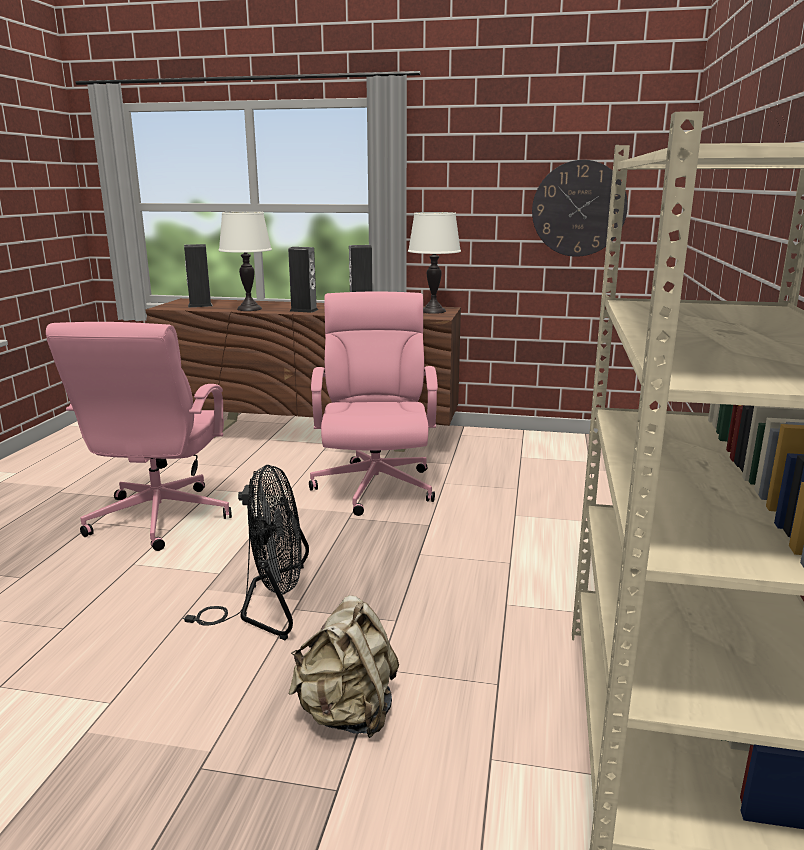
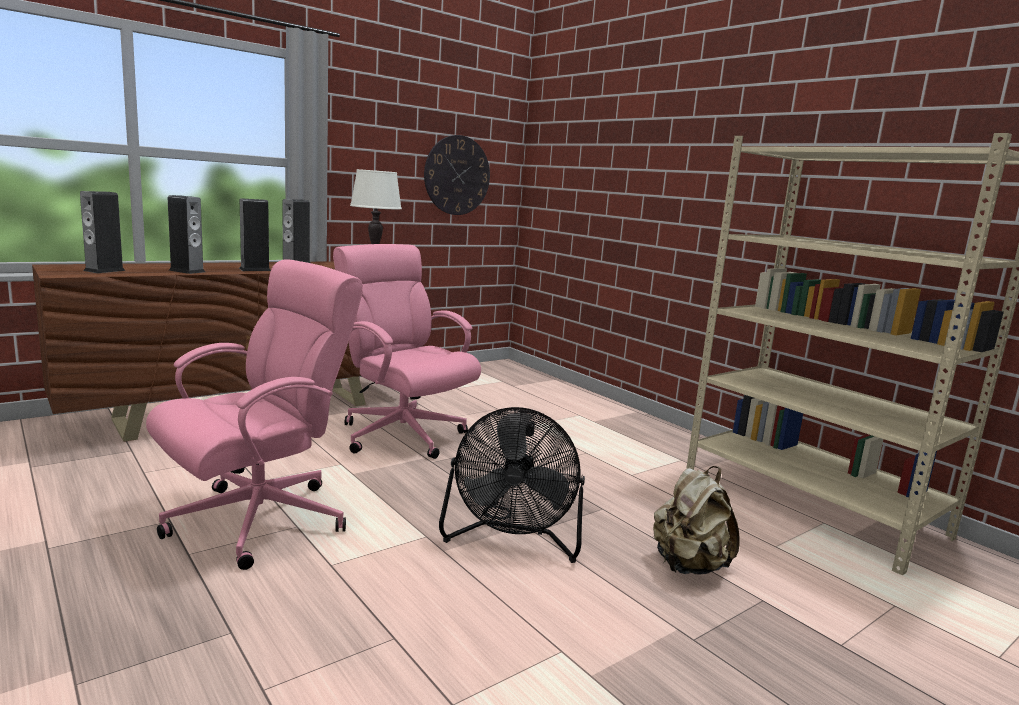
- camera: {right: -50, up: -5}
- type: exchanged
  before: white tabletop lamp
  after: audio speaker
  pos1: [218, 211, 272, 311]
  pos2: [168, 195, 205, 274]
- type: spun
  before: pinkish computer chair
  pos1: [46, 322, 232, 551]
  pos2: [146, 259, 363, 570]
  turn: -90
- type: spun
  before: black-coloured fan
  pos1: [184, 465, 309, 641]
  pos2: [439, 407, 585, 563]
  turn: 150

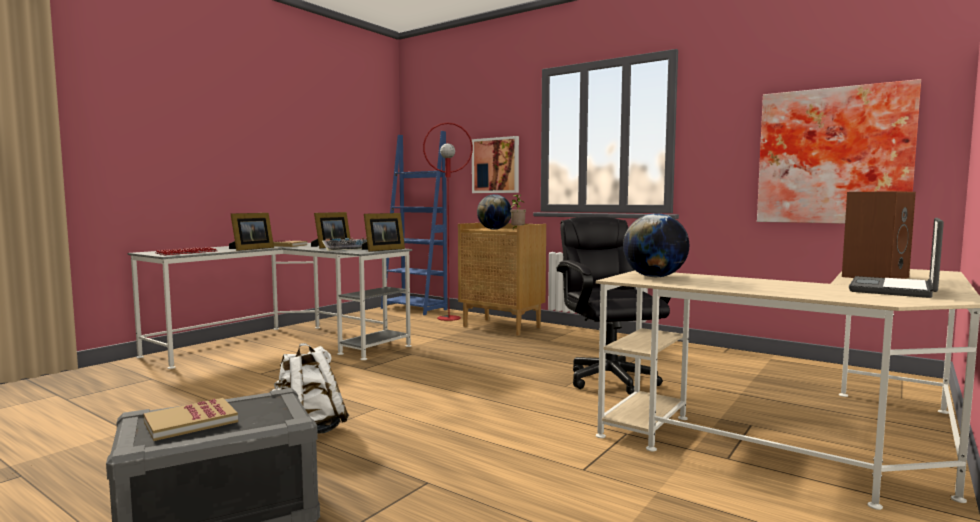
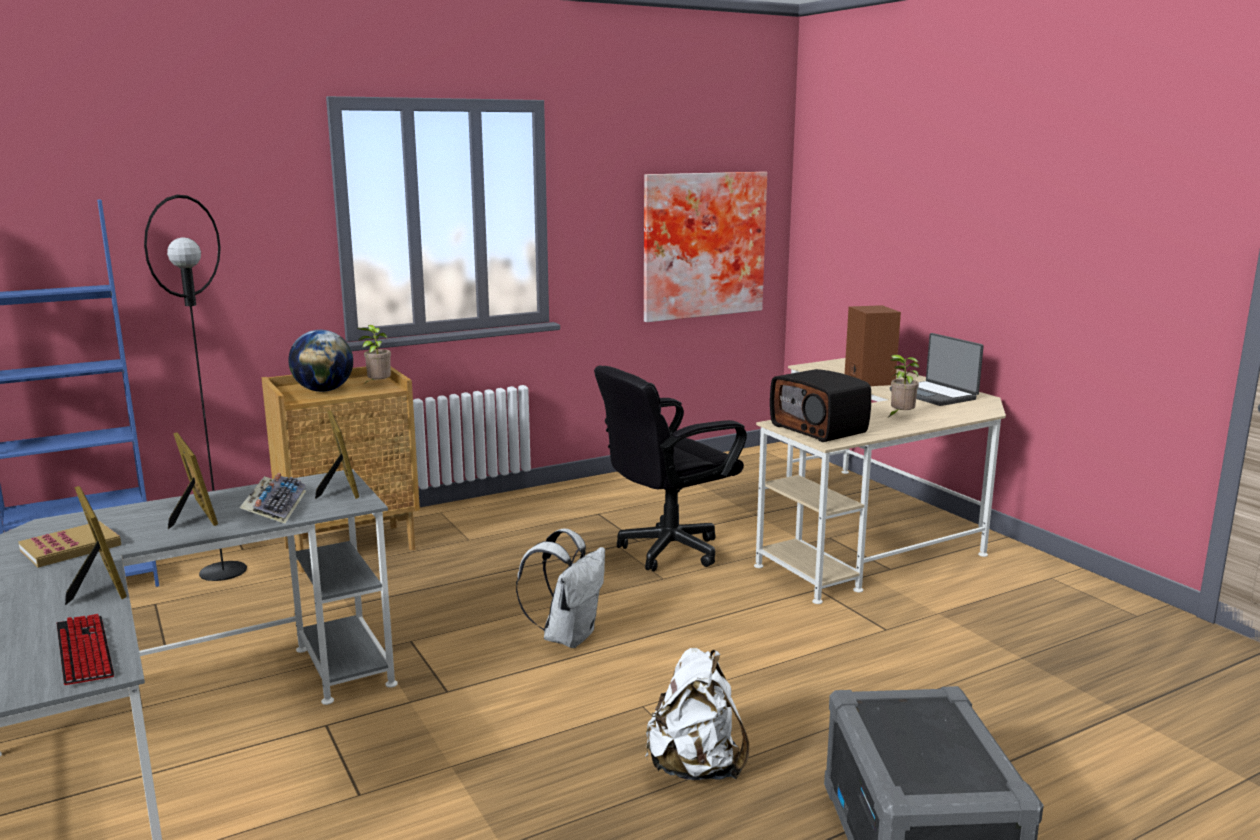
- camera: {right: -65, up: 10}
- type: colour
  before: red-coloured floor lamp
  after: black-coloured floor lamp
  pos1: [423, 122, 473, 321]
  pos2: [144, 195, 247, 581]
- type: missing
  before: wall art
  pos1: [472, 136, 519, 193]
- type: exchanged
  before: world globe
  after: radio set
  pos1: [623, 213, 689, 277]
  pos2: [770, 369, 871, 442]
- type: spun
  before: black-coloured computer chair
  pos1: [557, 216, 676, 395]
  pos2: [594, 365, 747, 571]
  turn: -45
- type: missing
  before: volume
  pos1: [143, 398, 238, 441]
- type: appeared
  after: plant in a pot
  pos2: [889, 355, 919, 417]
- type: appeared
  after: white backpack
  pos2: [516, 529, 605, 648]

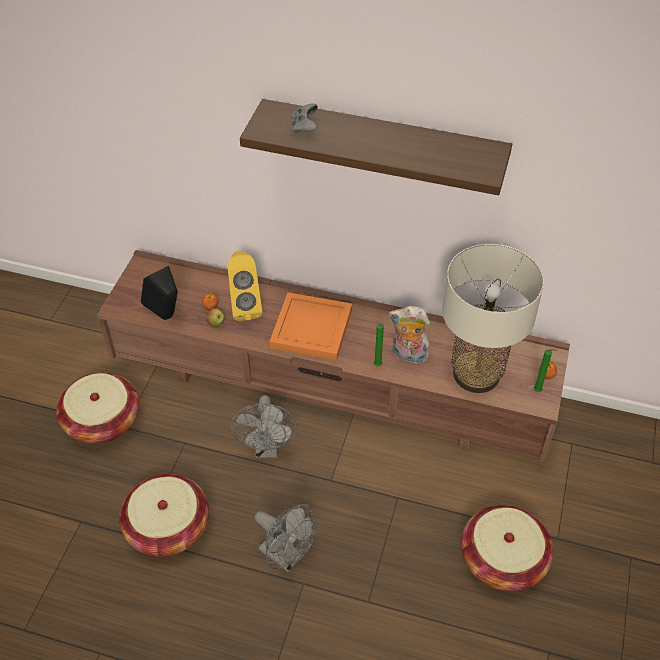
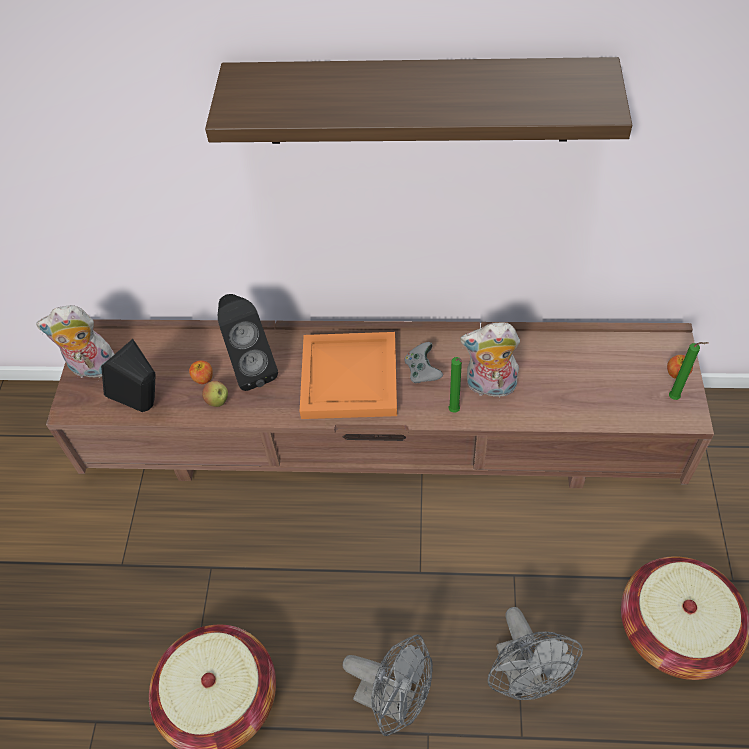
- camera: {right: -10, up: 5}
- type: relocated
  before: grey gamepad
  pos1: [291, 104, 318, 134]
  pos2: [404, 342, 443, 383]
- type: missing
  before: tabletop lamp
  pos1: [442, 244, 544, 393]
- type: colour
  before: yellow audio speaker
  after: black-coloured audio speaker
  pos1: [228, 251, 262, 321]
  pos2: [218, 294, 278, 391]
- type: missing
  before: household basket
  pos1: [56, 372, 139, 444]
- type: relocated
  before: grey fan
  pos1: [231, 395, 296, 458]
  pos2: [488, 607, 583, 700]
- type: appeared
  after: plush toy
  pos2: [36, 305, 114, 378]

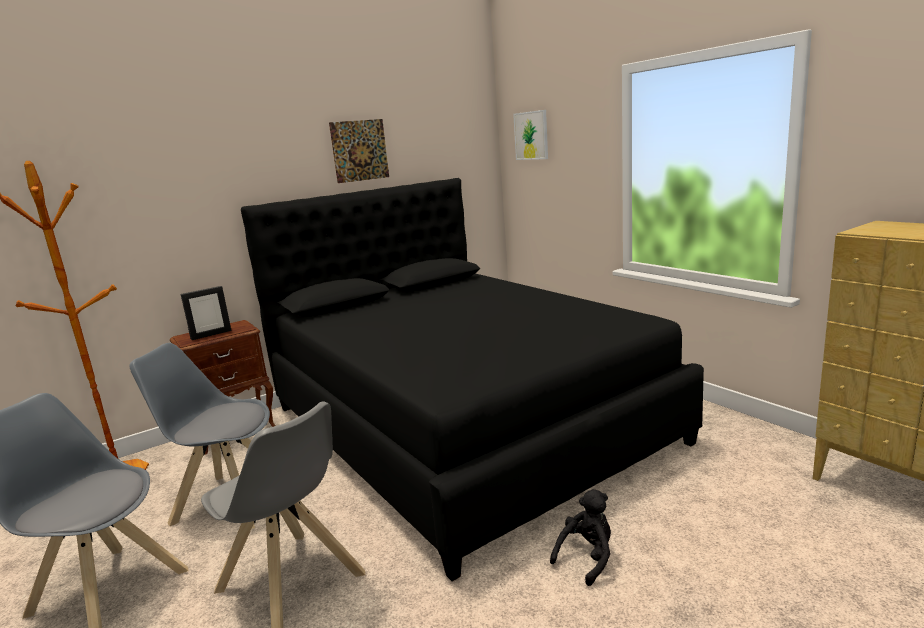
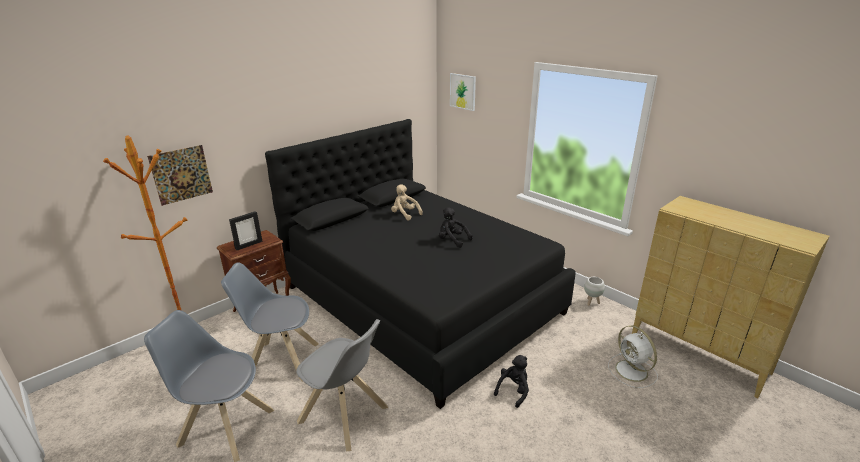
- camera: {right: -10, up: 10}
- type: relocated
  before: wall art
  pos1: [329, 119, 389, 183]
  pos2: [147, 145, 213, 206]
- type: appeared
  after: beige-coloured plush toy
  pos2: [391, 184, 423, 221]
- type: appeared
  after: black-coloured plush toy
  pos2: [439, 207, 473, 248]
- type: appeared
  after: white flower pot
  pos2: [584, 277, 605, 306]
- type: appeared
  after: white fan
  pos2: [608, 325, 658, 388]

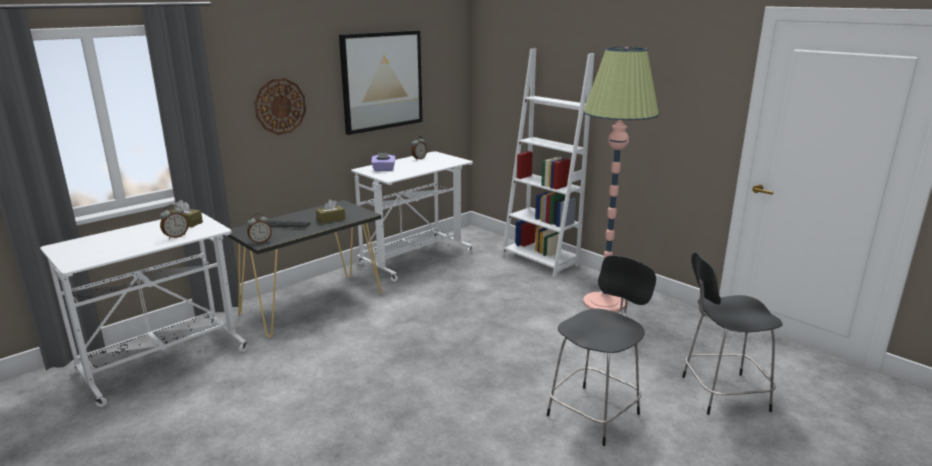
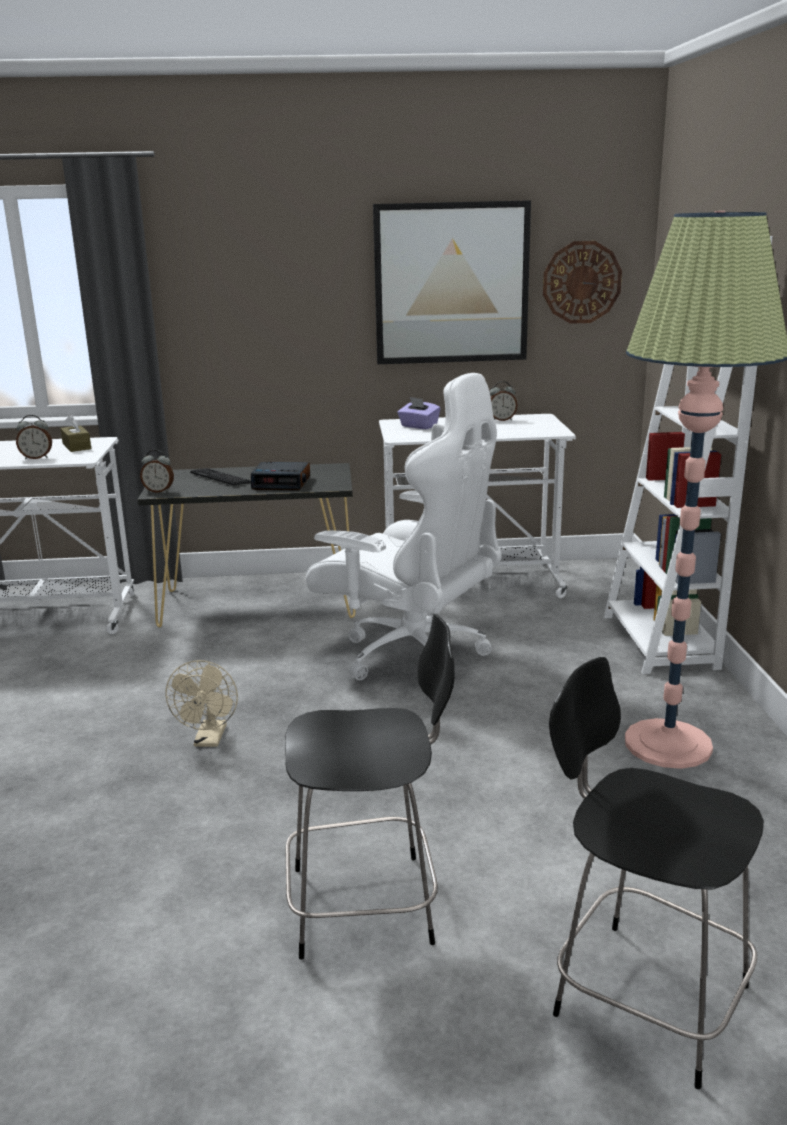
- camera: {right: 40, up: 0}
- type: relocated
  before: clock on the wall
  pos1: [254, 78, 306, 135]
  pos2: [543, 241, 622, 324]
- type: exchanged
  before: brown box of tissues
  after: table clock
  pos1: [316, 199, 345, 224]
  pos2: [251, 462, 310, 491]
- type: appeared
  after: white computer chair
  pos2: [306, 373, 502, 680]
- type: appeared
  after: beige-coloured fan
  pos2: [165, 660, 238, 747]

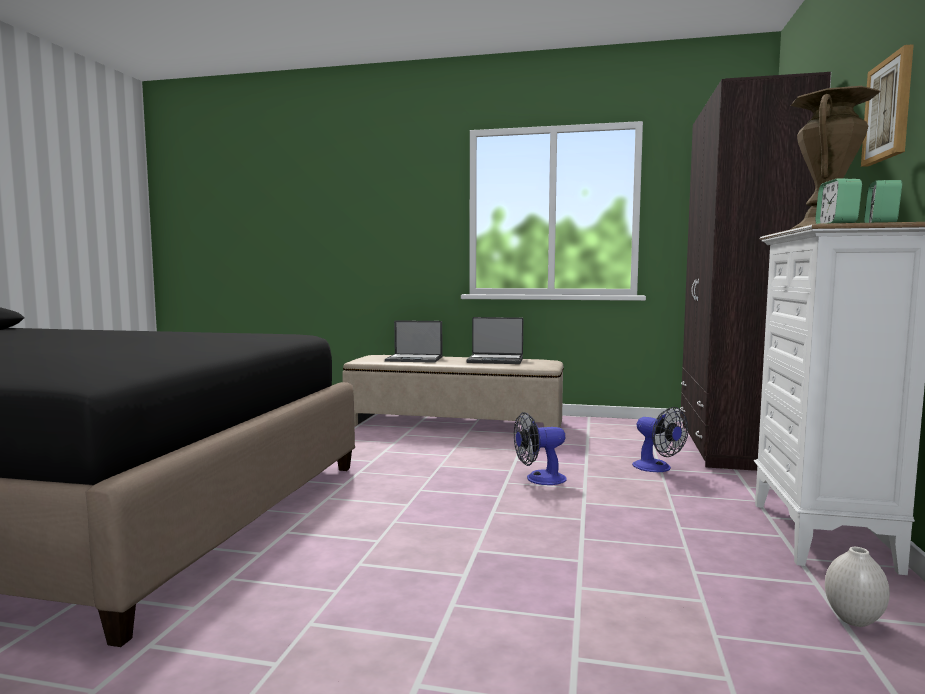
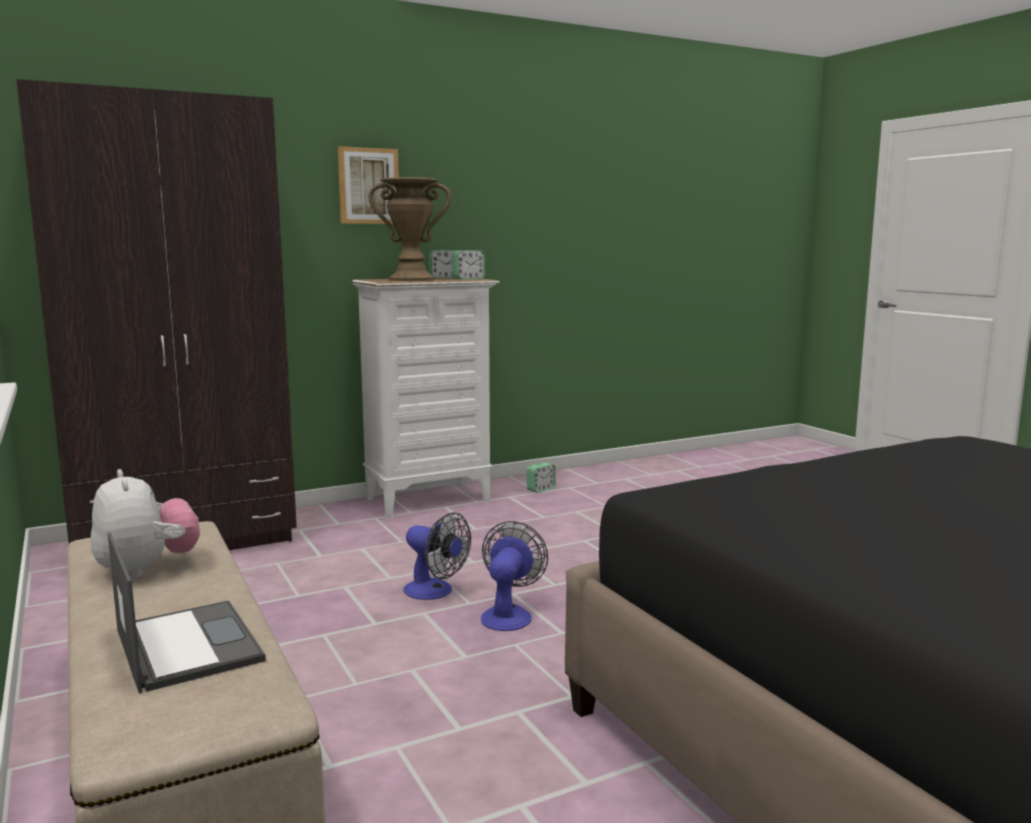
- camera: {right: -130, up: 5}
- type: exchanged
  before: notebook computer
  after: plush toy
  pos1: [466, 317, 523, 364]
  pos2: [91, 469, 200, 579]
- type: relocated
  before: fan
  pos1: [632, 407, 689, 472]
  pos2: [481, 521, 548, 631]
- type: exchanged
  before: white vase
  after: table clock
  pos1: [825, 547, 890, 627]
  pos2: [527, 462, 556, 493]

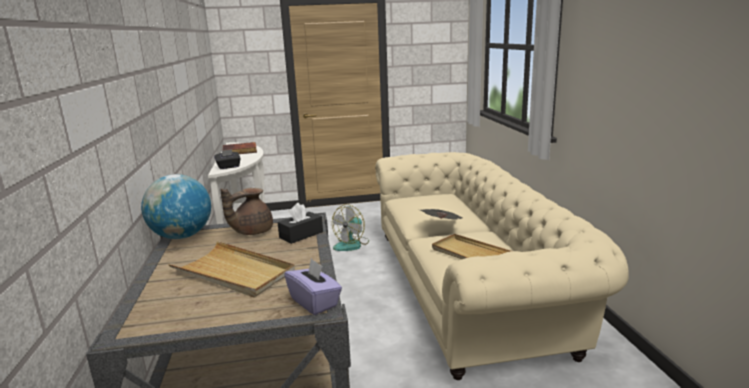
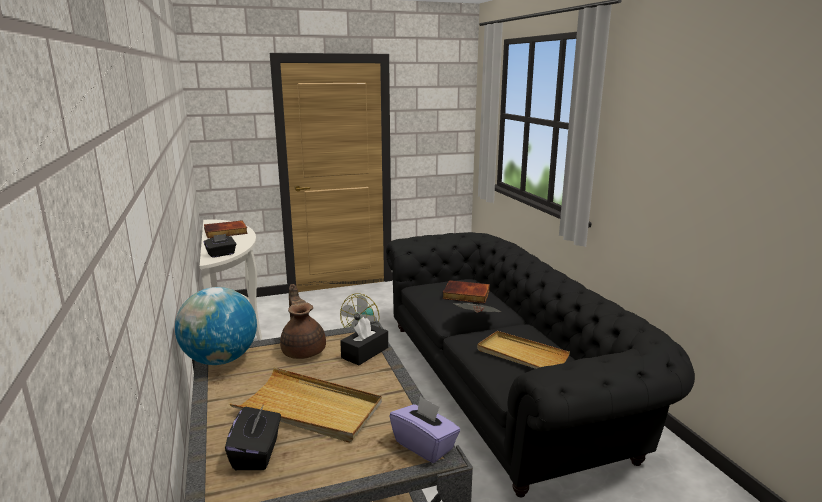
- camera: {right: -10, up: 0}
- type: colour
  before: beige-coloured sofa
  after: black-coloured sofa
  pos1: [375, 152, 629, 380]
  pos2: [386, 232, 695, 497]
- type: spun
  before: brown teapot
  pos1: [220, 188, 273, 235]
  pos2: [280, 284, 326, 359]
  turn: 120
- type: appeared
  after: volume
  pos2: [443, 280, 490, 304]
- type: appeared
  after: black-coloured box of tissues
  pos2: [225, 404, 281, 470]

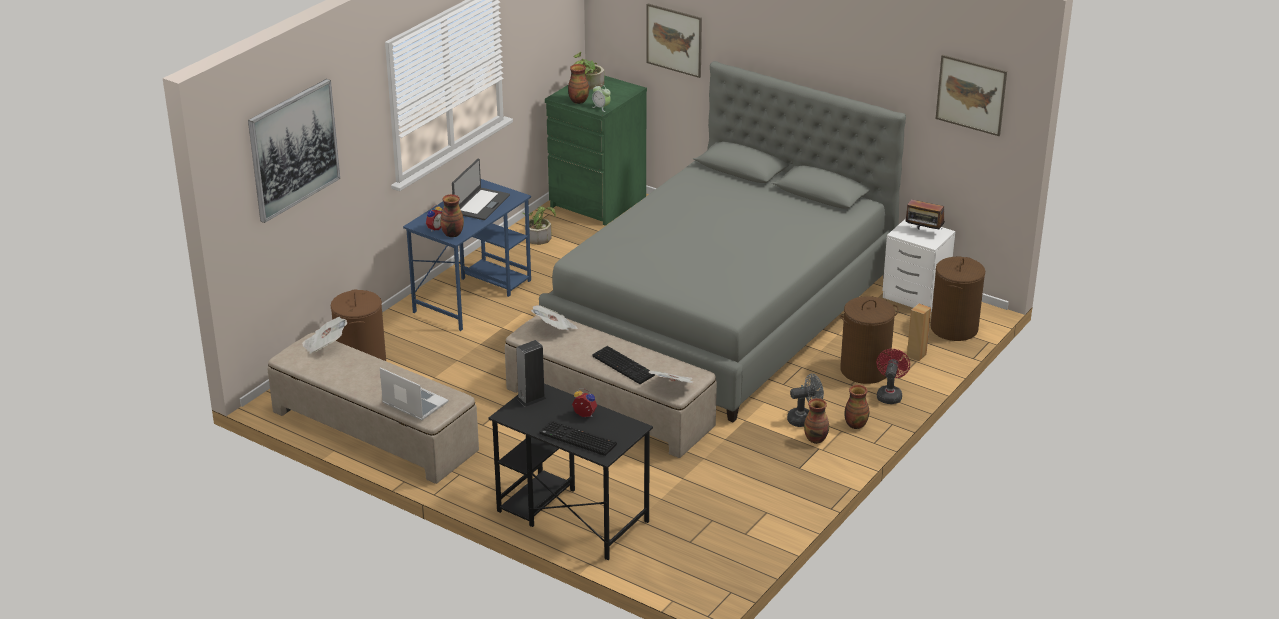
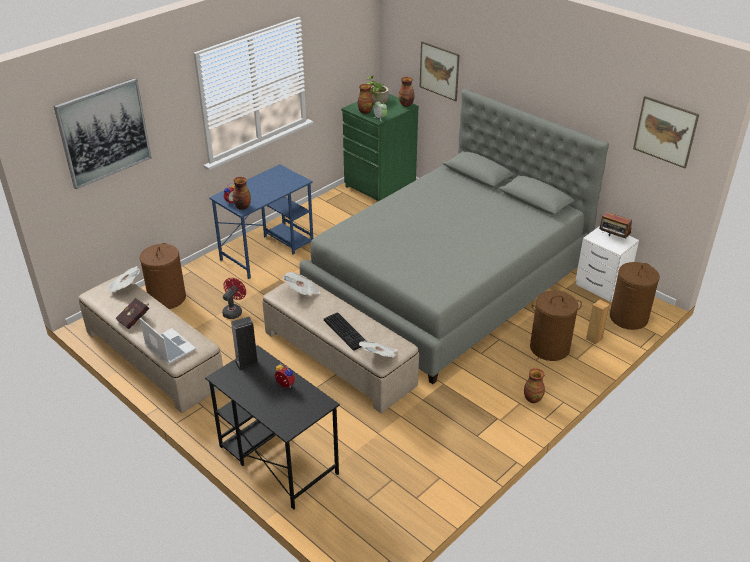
- camera: {right: 10, up: 5}
- type: missing
  before: notebook computer
  pos1: [452, 159, 510, 220]
- type: missing
  before: plant in a pot
  pos1: [523, 206, 556, 245]
- type: relocated
  before: red-coloured fan
  pos1: [876, 349, 910, 404]
  pos2: [222, 278, 246, 319]
- type: missing
  before: grey fan
  pos1: [787, 374, 824, 427]
- type: relocated
  before: vase
  pos1: [804, 398, 829, 444]
  pos2: [399, 77, 414, 107]
- type: missing
  before: keyboard
  pos1: [539, 421, 617, 456]
- type: appeared
  after: red-coloured volume
  pos2: [115, 298, 150, 329]

